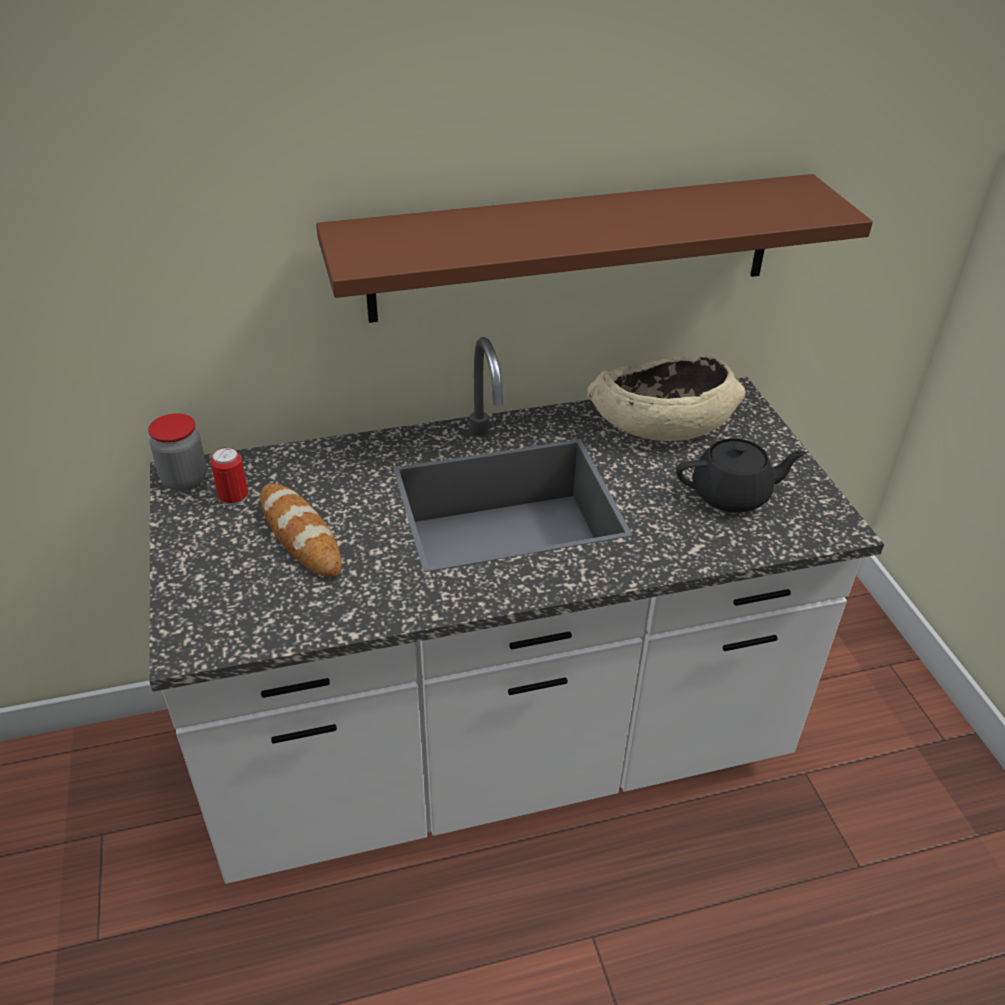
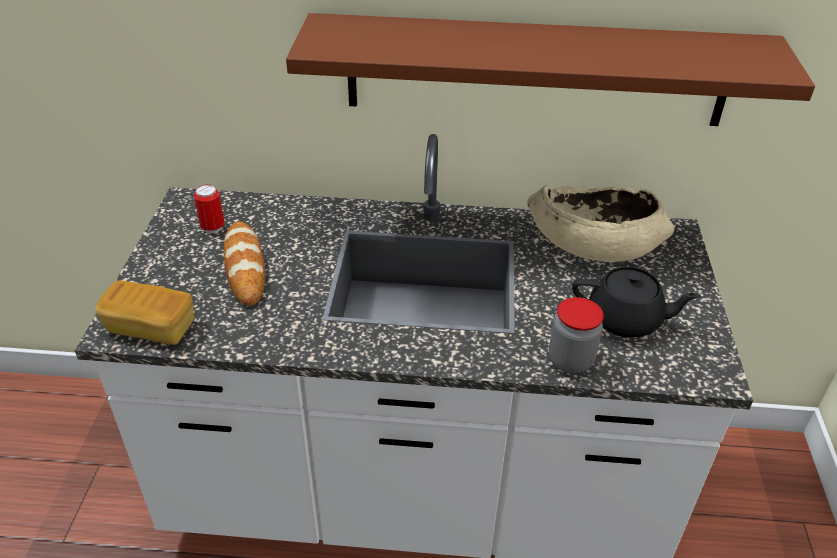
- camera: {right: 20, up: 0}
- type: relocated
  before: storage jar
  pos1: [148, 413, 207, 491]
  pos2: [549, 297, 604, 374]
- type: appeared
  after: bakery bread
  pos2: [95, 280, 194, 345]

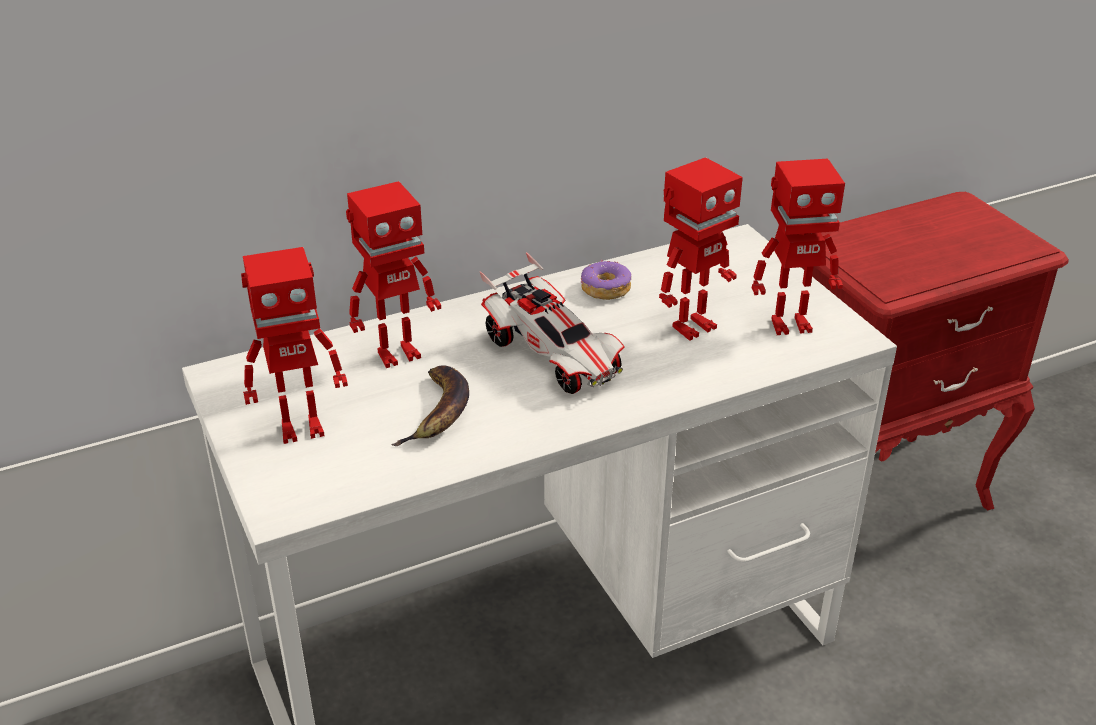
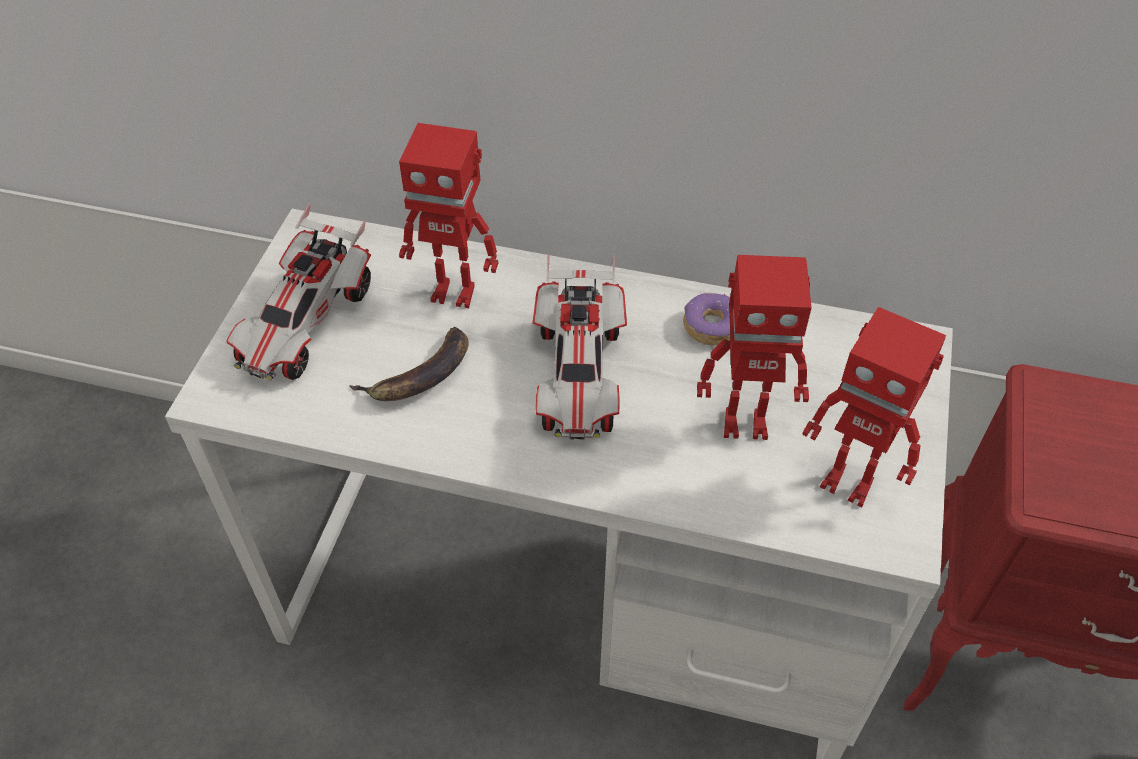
- camera: {right: 40, up: 15}
- type: exchanged
  before: toy robot
  after: model car
  pos1: [241, 247, 348, 444]
  pos2: [226, 204, 371, 380]

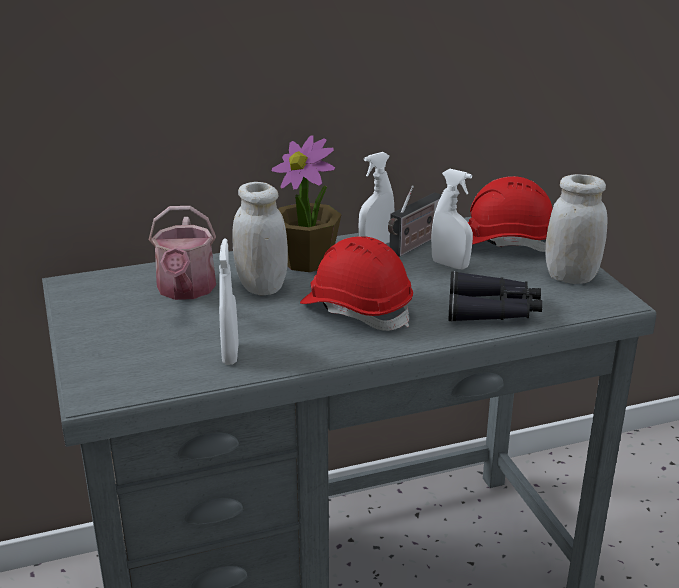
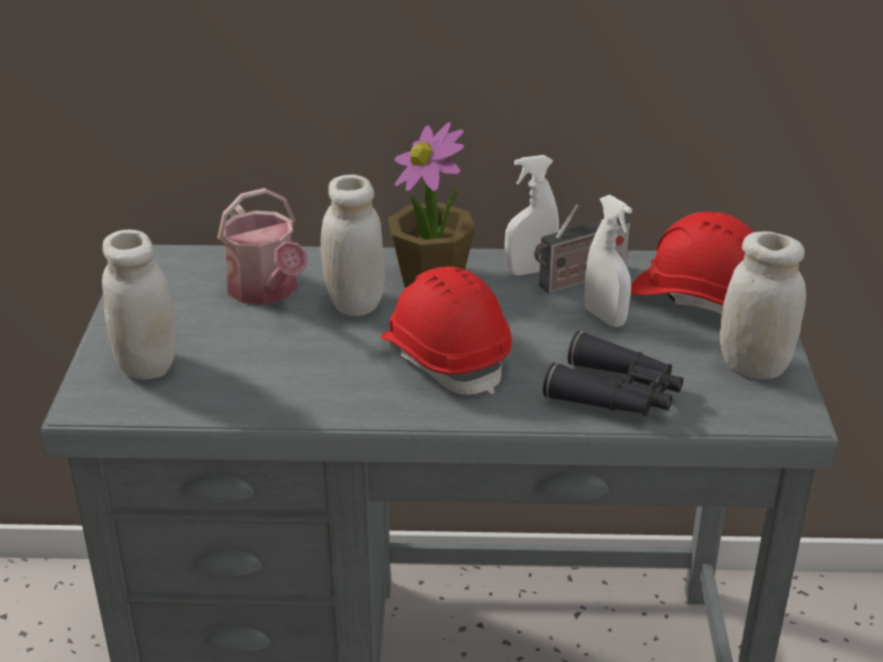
- camera: {right: 20, up: 5}
- type: spun
  before: watering can
  pos1: [149, 206, 216, 300]
  pos2: [217, 188, 308, 305]
  turn: -45
- type: missing
  before: white hand sprayer
  pos1: [219, 239, 239, 365]
- type: appeared
  after: white storage jar
  pos2: [102, 229, 176, 379]

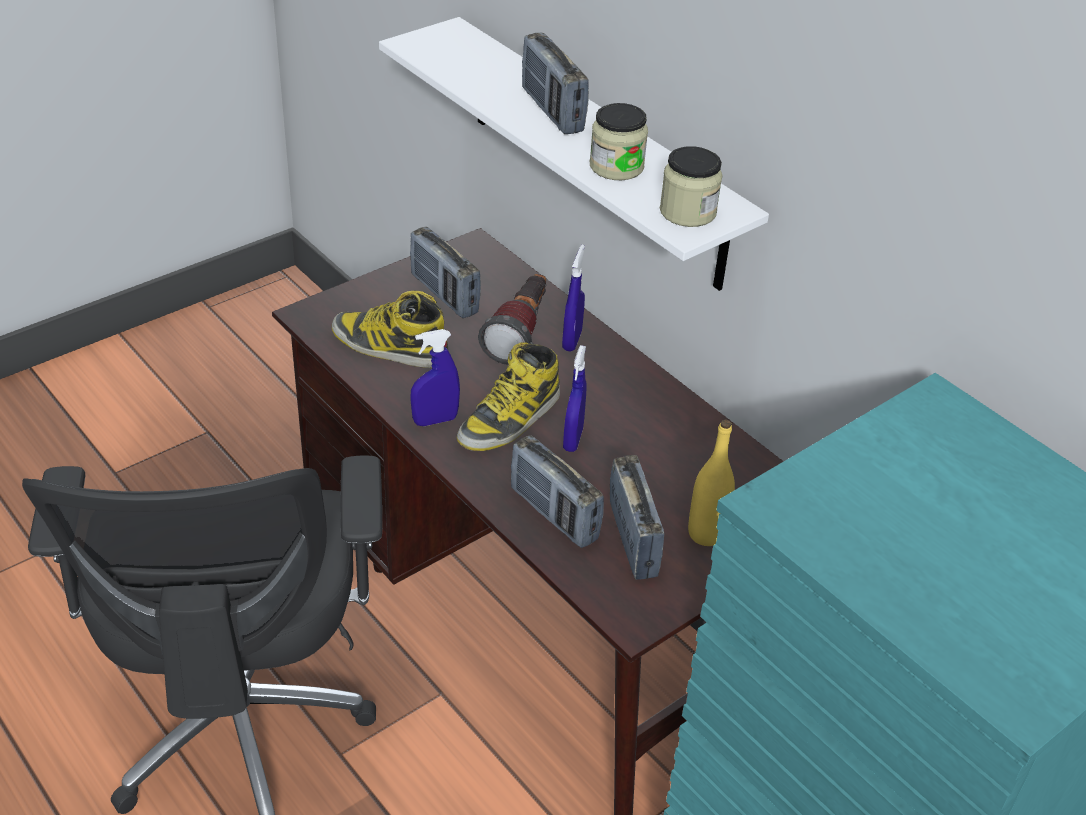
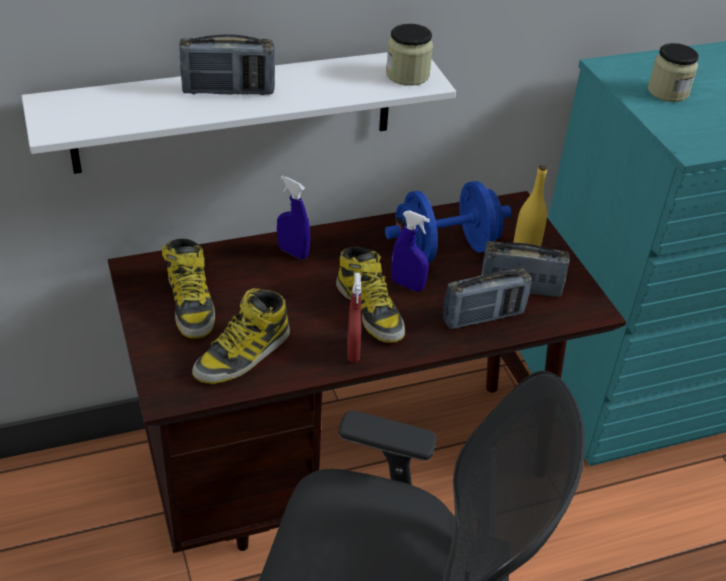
- camera: {right: -70, up: 0}
- type: relocated
  before: storage jar
  pos1: [590, 103, 648, 180]
  pos2: [648, 43, 699, 102]
- type: exchanged
  before: radio set
  after: high-top boot
  pos1: [410, 227, 481, 318]
  pos2: [162, 239, 215, 339]
- type: missing
  before: hand torch
  pos1: [478, 274, 546, 365]
- type: colour
  before: blue hand sprayer
  after: red-coloured hand sprayer
  pos1: [410, 329, 460, 426]
  pos2: [347, 273, 361, 363]
- type: appeared
  after: blue dumbbell
  pos2: [385, 181, 512, 262]

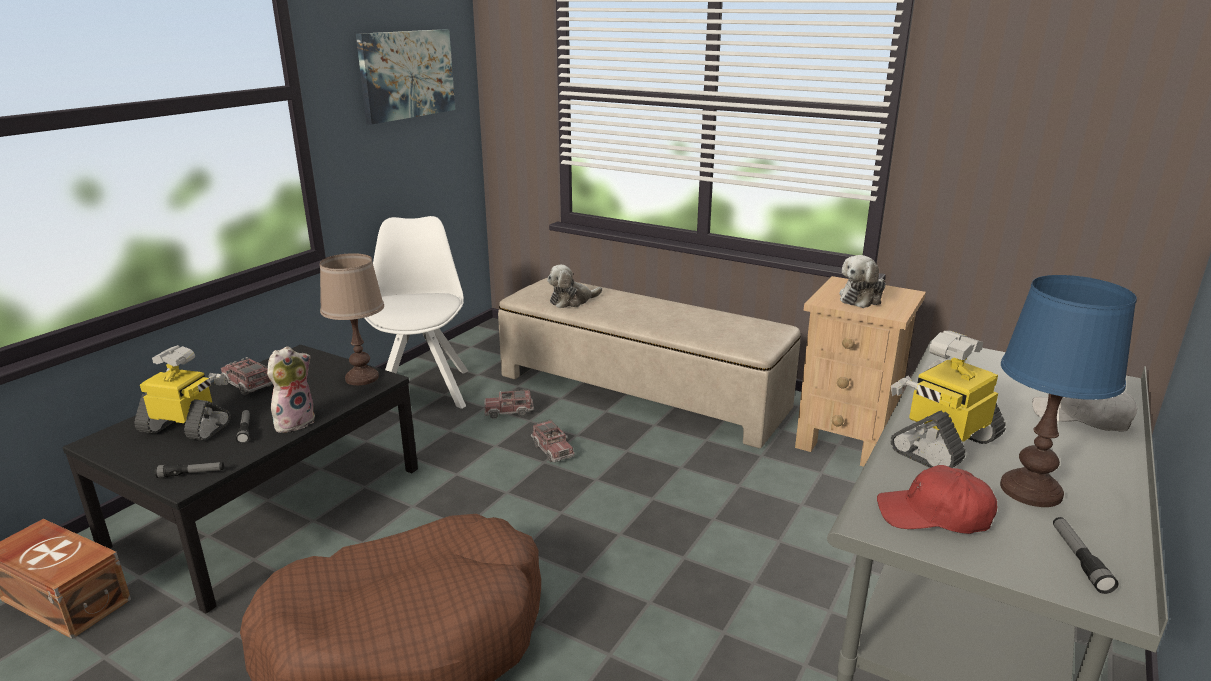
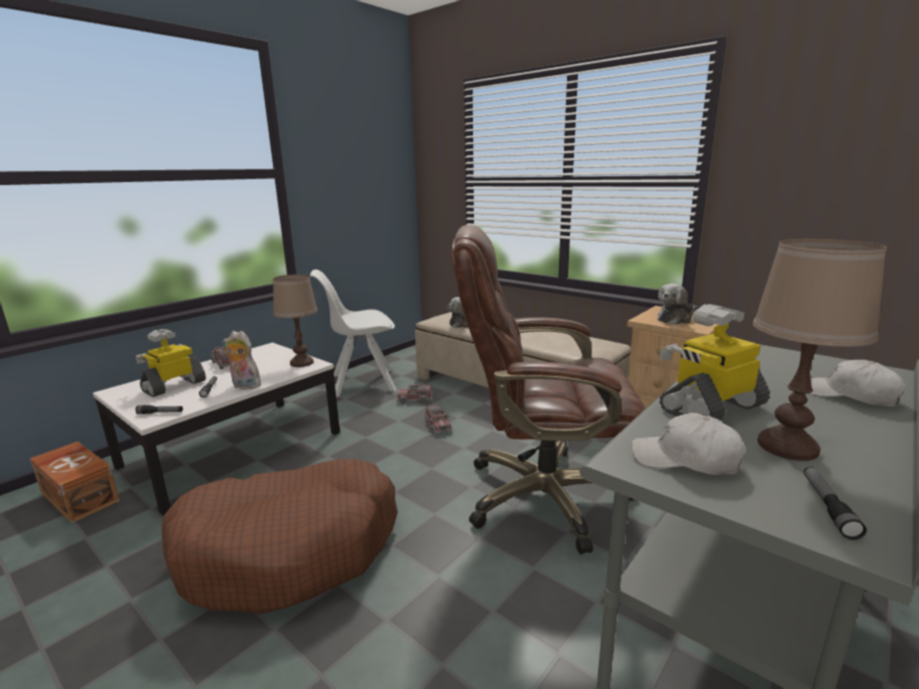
- camera: {right: 10, up: -5}
- type: missing
  before: wall art
  pos1: [356, 29, 455, 124]
- type: spun
  before: white upright chair
  pos1: [365, 216, 468, 409]
  pos2: [310, 269, 397, 398]
  turn: -105
- type: colour
  before: blue tabletop lamp
  after: brown tabletop lamp
  pos1: [1000, 275, 1137, 507]
  pos2: [753, 239, 887, 461]
- type: colour
  before: black-coloured coffee table
  after: white coffee table
  pos1: [63, 344, 418, 613]
  pos2: [93, 342, 340, 515]
- type: spun
  before: toy robot
  pos1: [134, 345, 231, 441]
  pos2: [136, 329, 206, 397]
  turn: -75
- type: spun
  before: plush toy
  pos1: [267, 346, 315, 433]
  pos2: [222, 331, 261, 389]
  turn: -120
- type: colour
  before: red-coloured cap
  after: white cap
  pos1: [877, 465, 997, 534]
  pos2: [632, 413, 745, 475]
- type: appeared
  after: brown computer chair
  pos2: [451, 225, 646, 554]

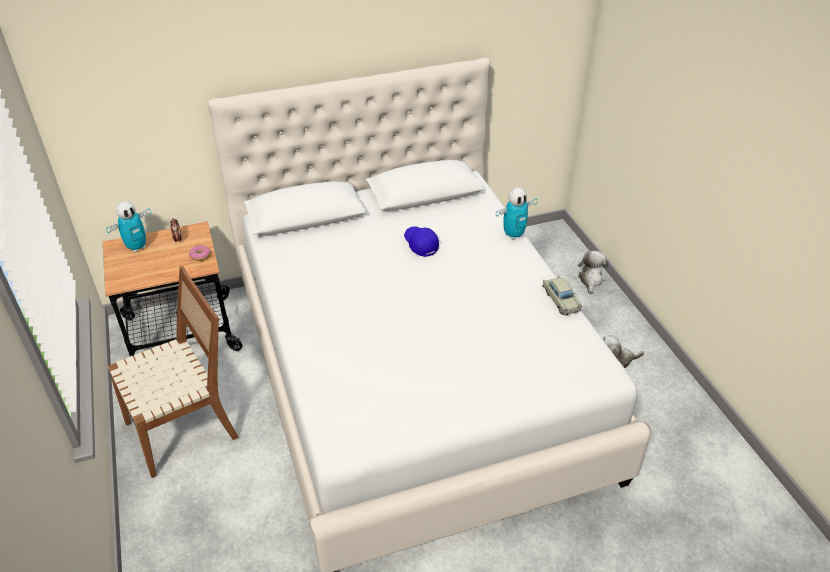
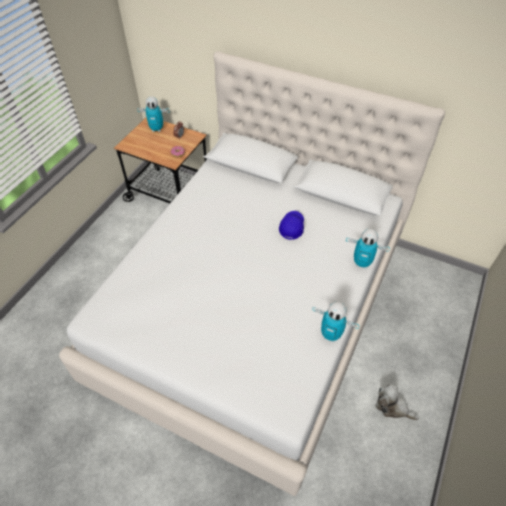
- camera: {right: 45, up: 10}
- type: missing
  before: plush toy
  pos1: [578, 251, 606, 294]
- type: missing
  before: upright chair
  pos1: [107, 266, 239, 478]
- type: exchanged
  before: beige-coloured model car
  after: toy robot
  pos1: [542, 276, 582, 315]
  pos2: [312, 301, 359, 342]

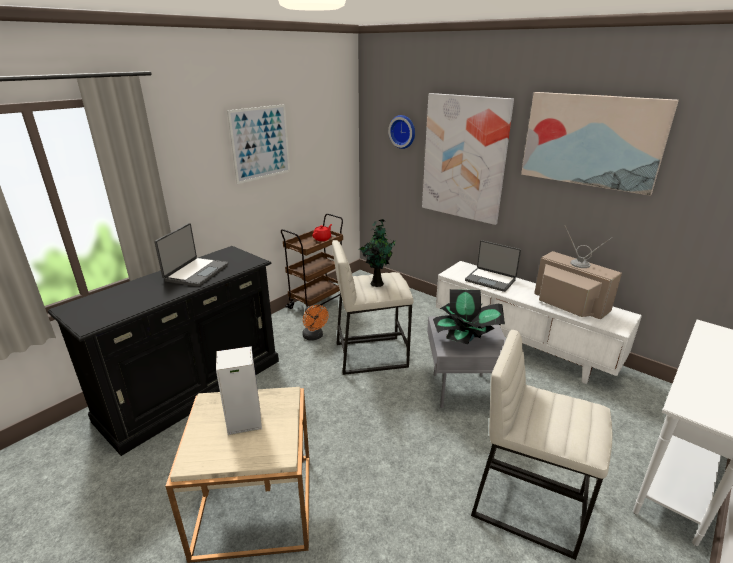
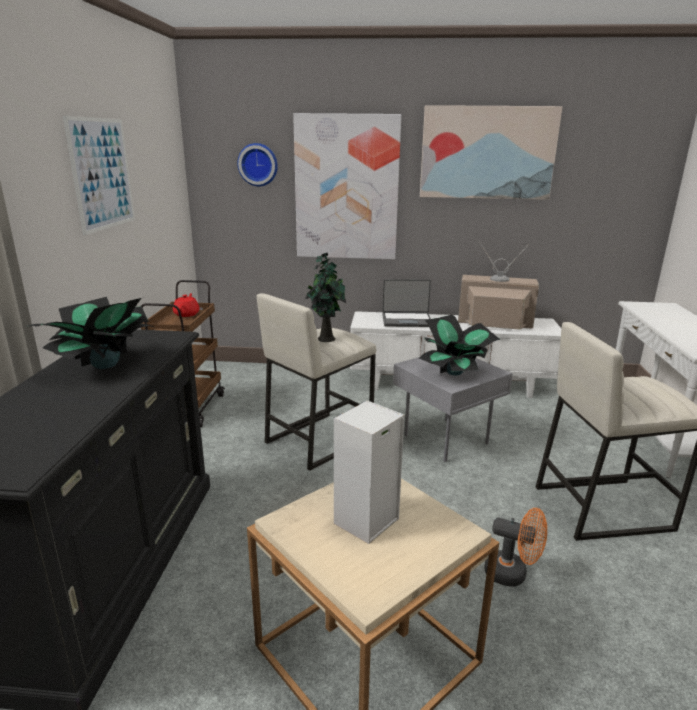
- camera: {right: -35, up: -5}
- type: exchanged
  before: notebook computer
  after: plant in a pot
  pos1: [154, 223, 229, 287]
  pos2: [29, 297, 153, 369]
- type: relocated
  before: orangey fan
  pos1: [302, 305, 329, 340]
  pos2: [484, 508, 547, 587]

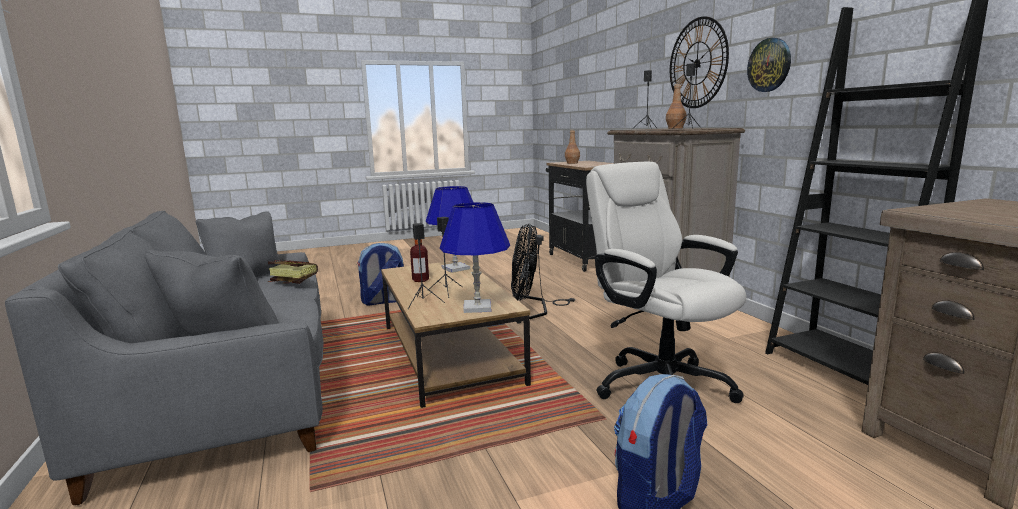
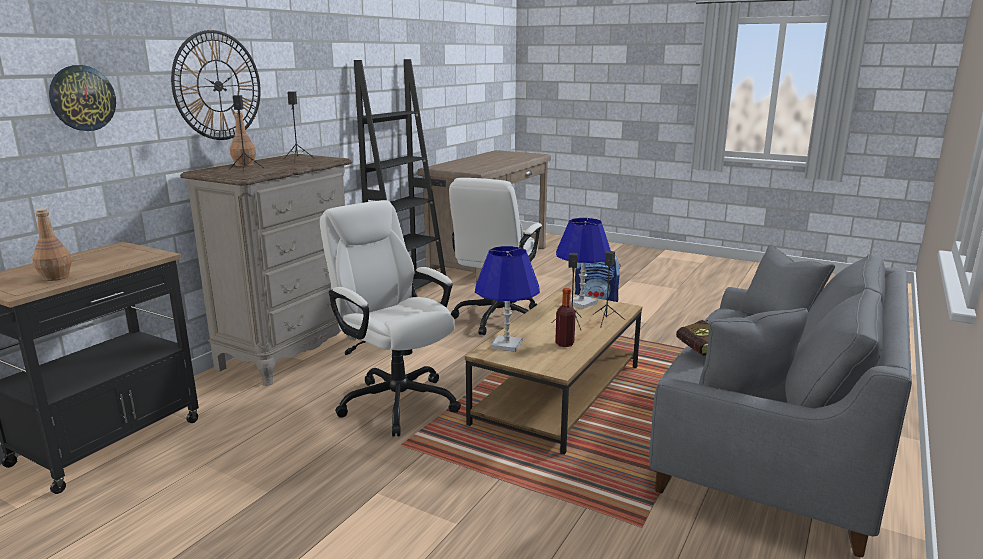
- camera: {right: -130, up: 5}
- type: relocated
  before: clock on the wall
  pos1: [747, 38, 791, 92]
  pos2: [49, 65, 116, 131]
- type: exchanged
  before: black-coloured fan
  after: white computer chair
  pos1: [511, 223, 576, 324]
  pos2: [320, 200, 461, 437]
- type: missing
  before: backpack
  pos1: [357, 243, 404, 306]

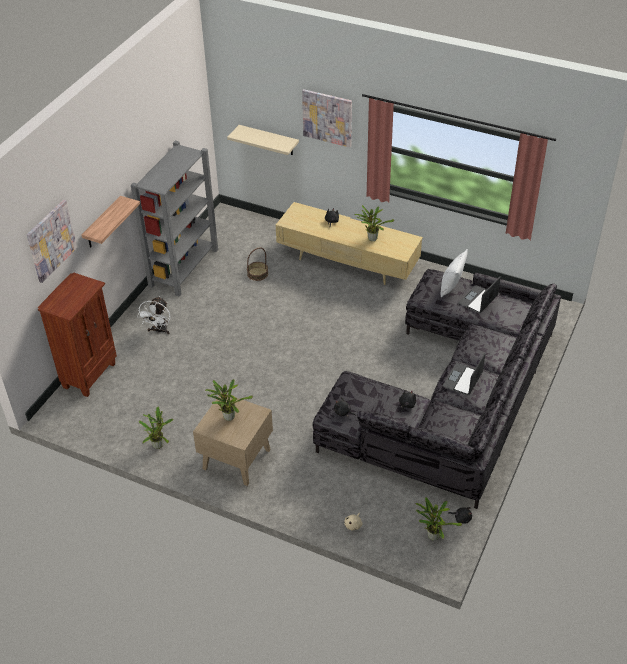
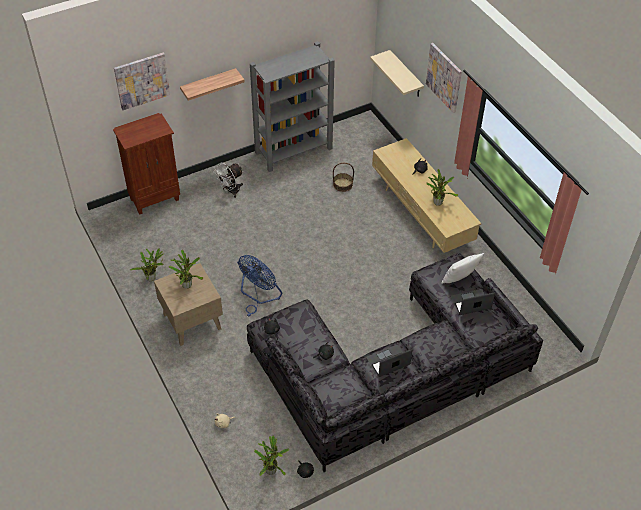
- camera: {right: 35, up: 5}
- type: appeared
  after: blue fan
  pos2: [237, 255, 282, 317]

